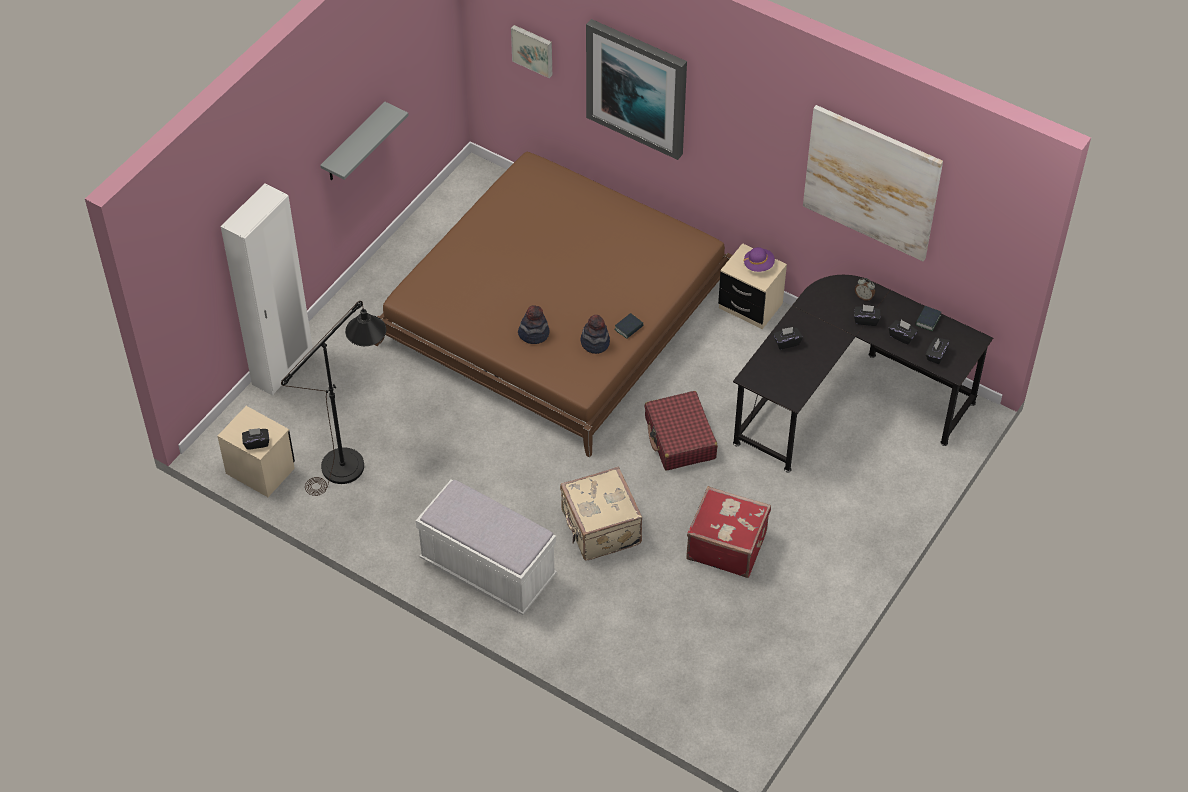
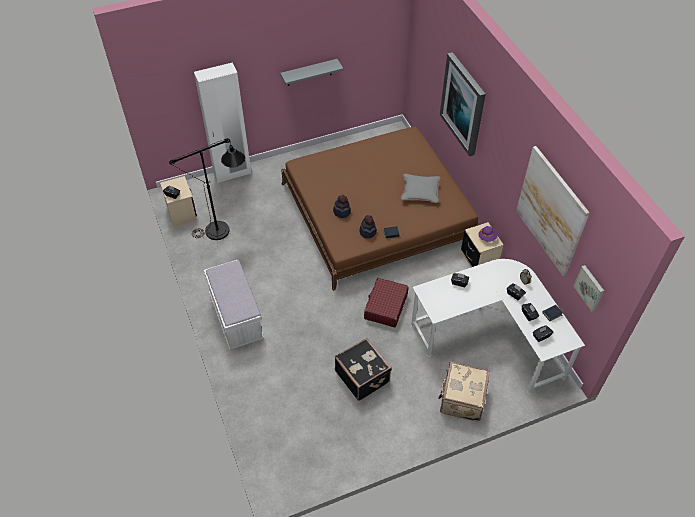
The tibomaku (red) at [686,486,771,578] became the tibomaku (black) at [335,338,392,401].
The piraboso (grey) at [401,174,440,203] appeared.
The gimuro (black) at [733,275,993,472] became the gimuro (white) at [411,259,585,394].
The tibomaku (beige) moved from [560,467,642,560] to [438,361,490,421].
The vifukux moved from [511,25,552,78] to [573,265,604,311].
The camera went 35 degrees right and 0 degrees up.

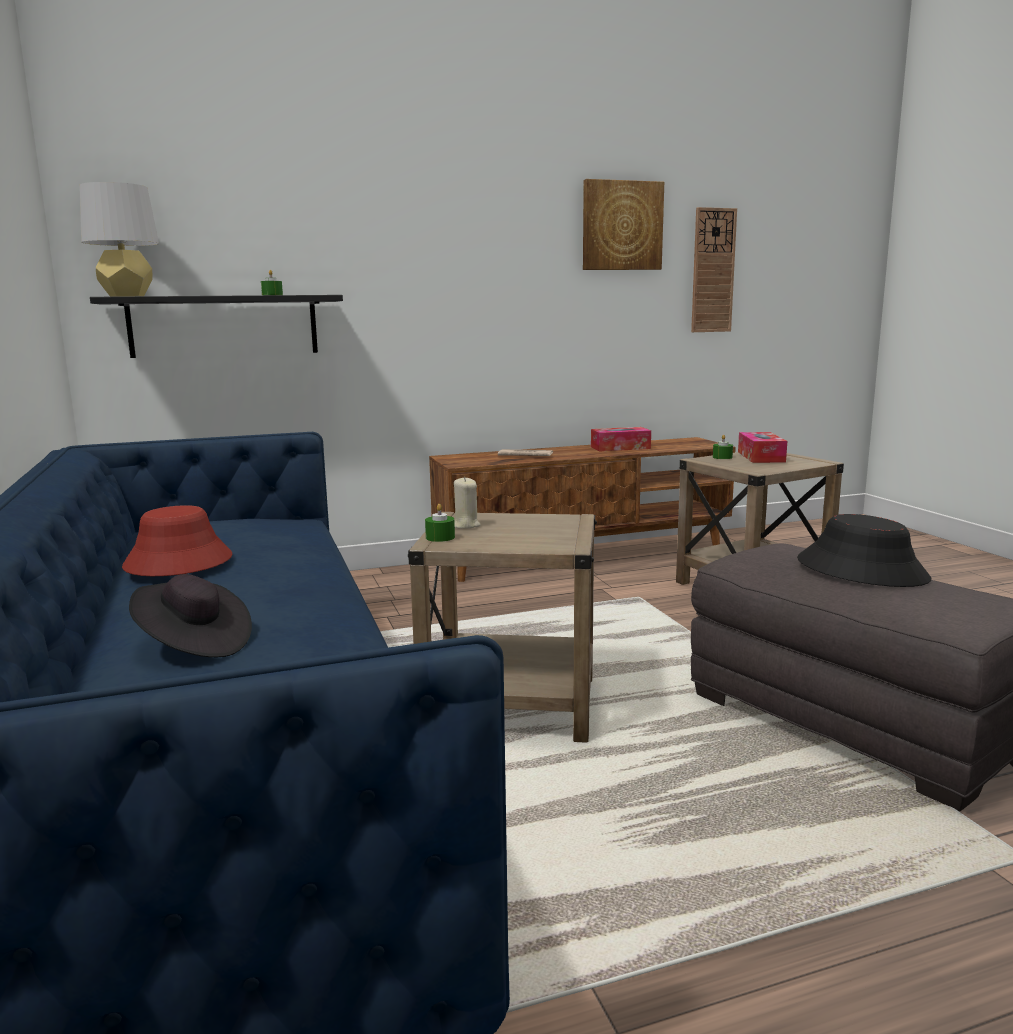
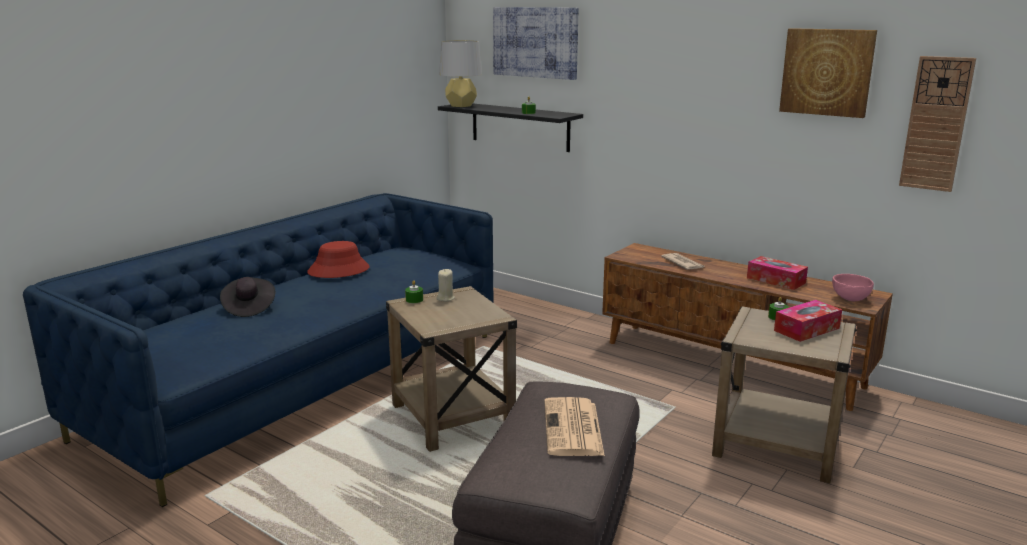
The vifukux at [493,7,579,80] appeared.
The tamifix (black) at [797,514,931,587] was replaced by the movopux at [544,397,605,456].
The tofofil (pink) at [832,274,874,301] appeared.
The camera went 55 degrees right and 5 degrees up.

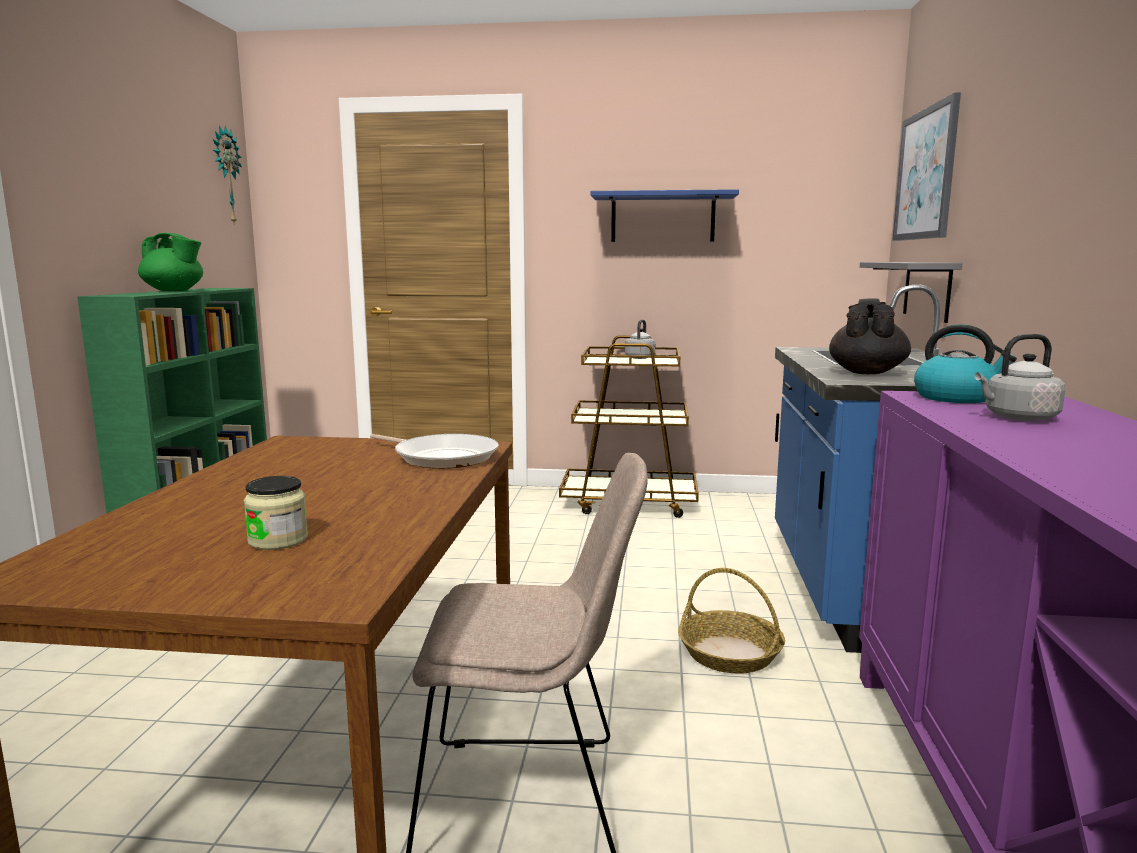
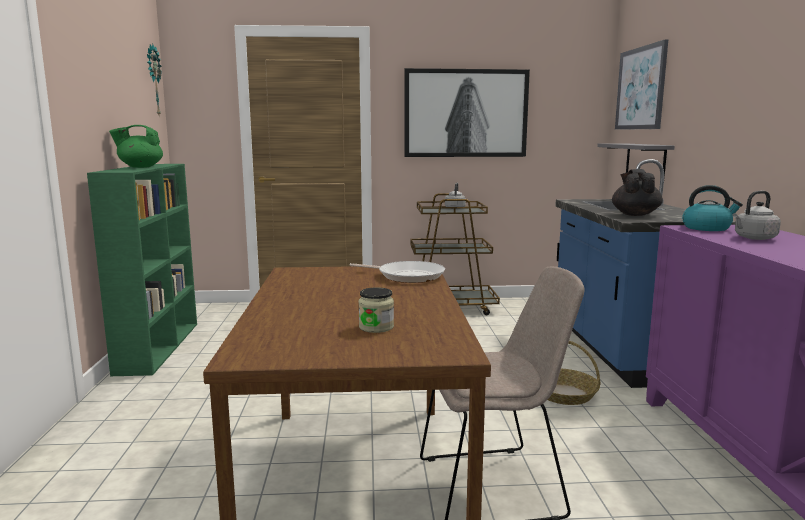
The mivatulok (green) at [138,233,203,291] turned 150 degrees clockwise.
The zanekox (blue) at [591,189,739,242] was replaced by the vifukux at [405,68,530,157].
The camera went 10 degrees left and 0 degrees up.

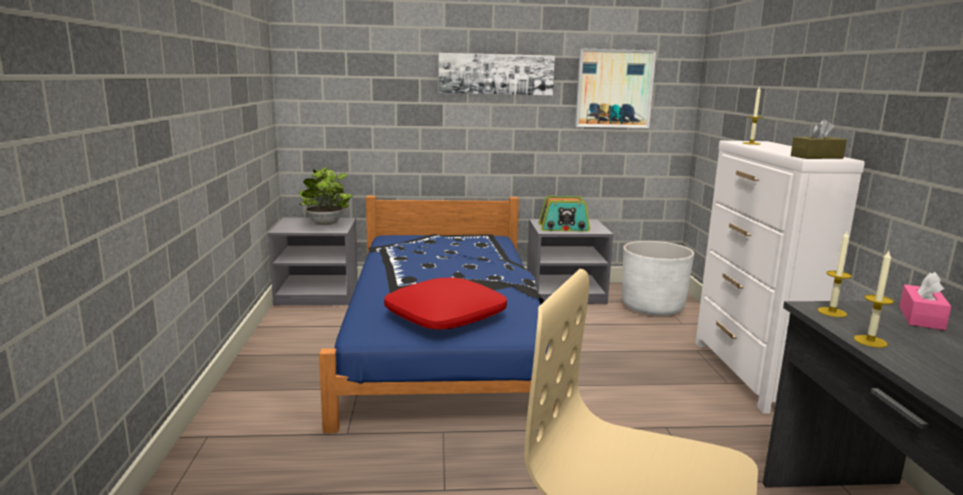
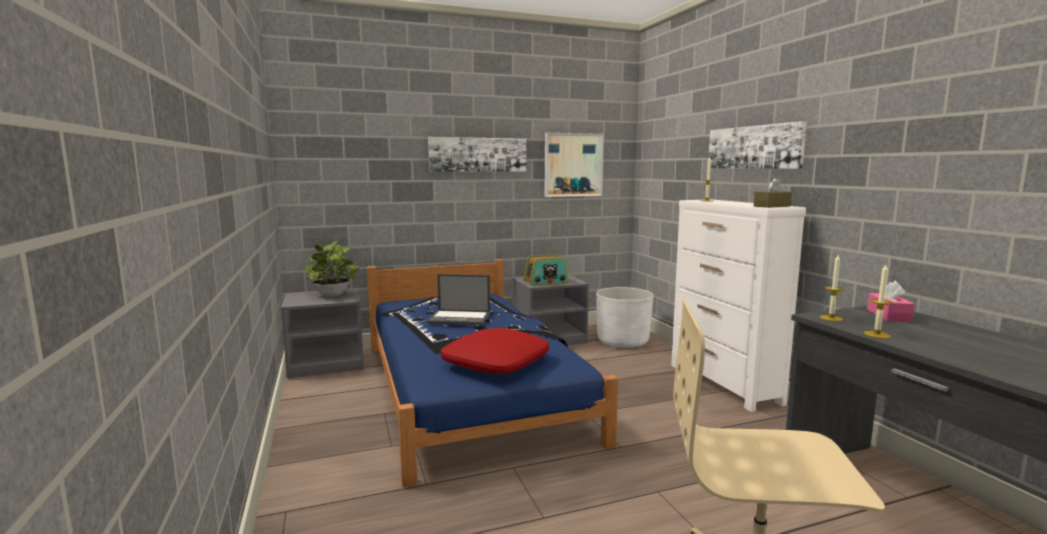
The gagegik at [427,274,490,326] appeared.
The vifukux at [708,121,807,169] appeared.
The camera went 15 degrees left and 5 degrees down.

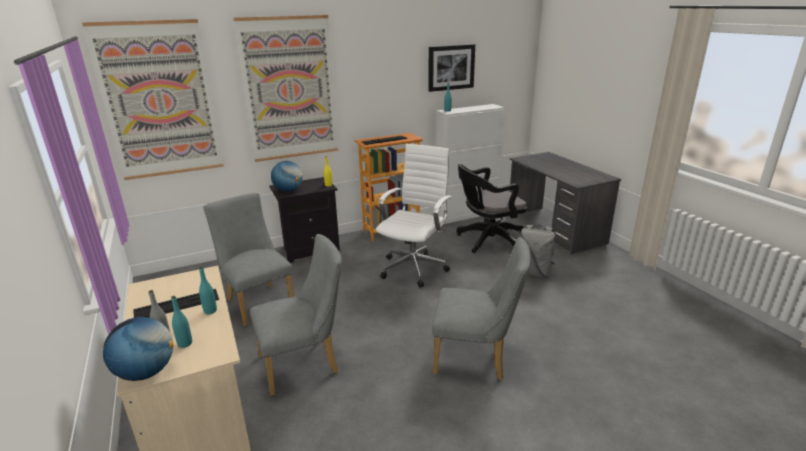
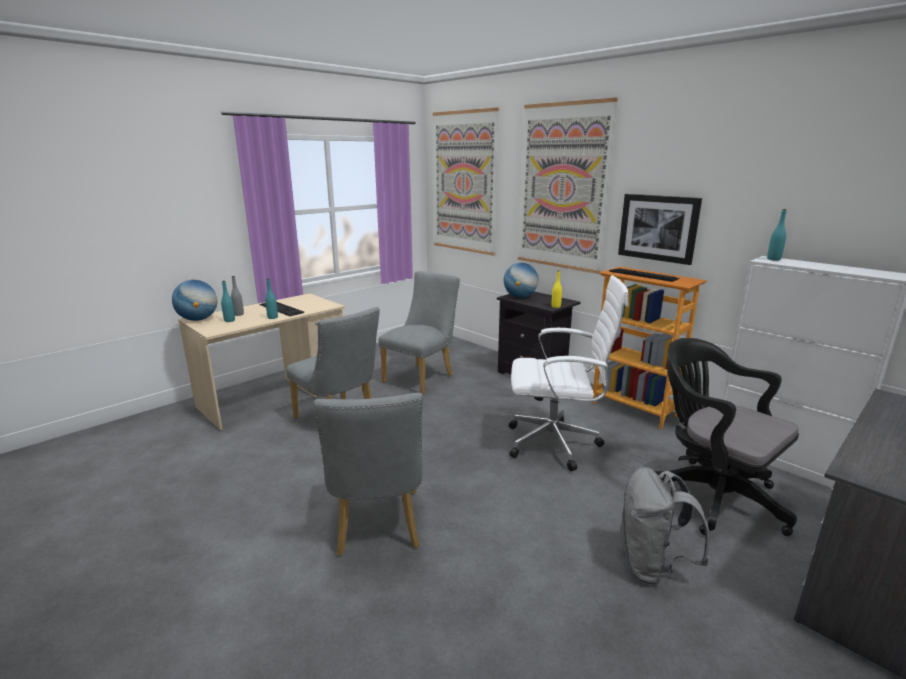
The vifukux moved from [428,44,475,92] to [618,194,702,265].
The camera went 70 degrees right and 5 degrees down.

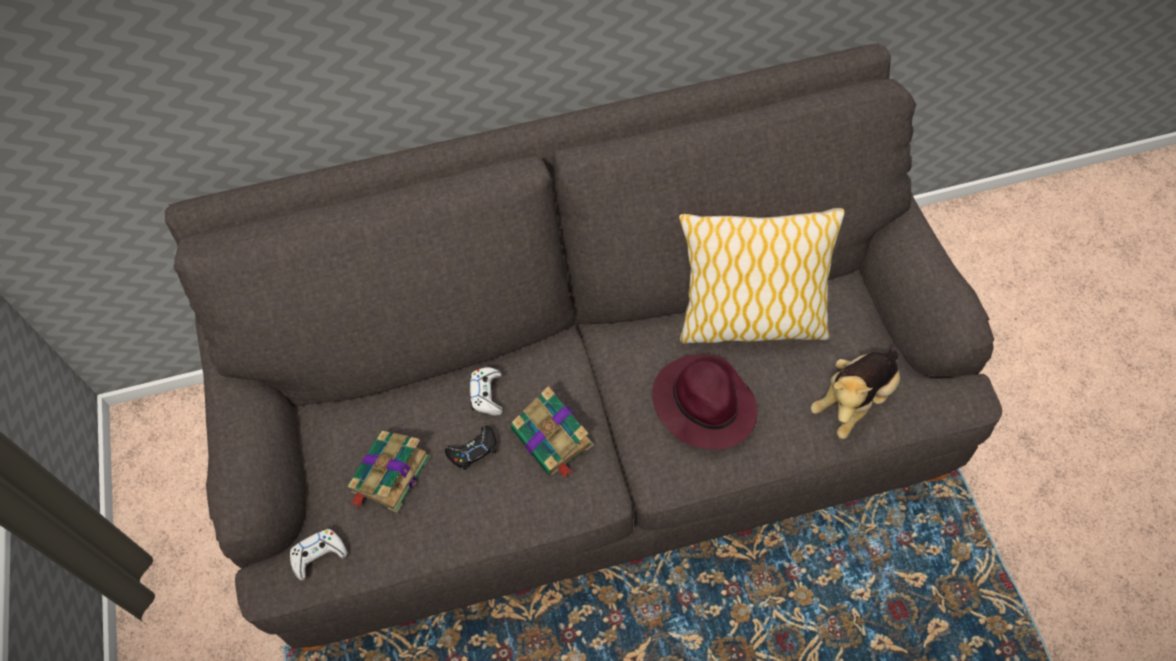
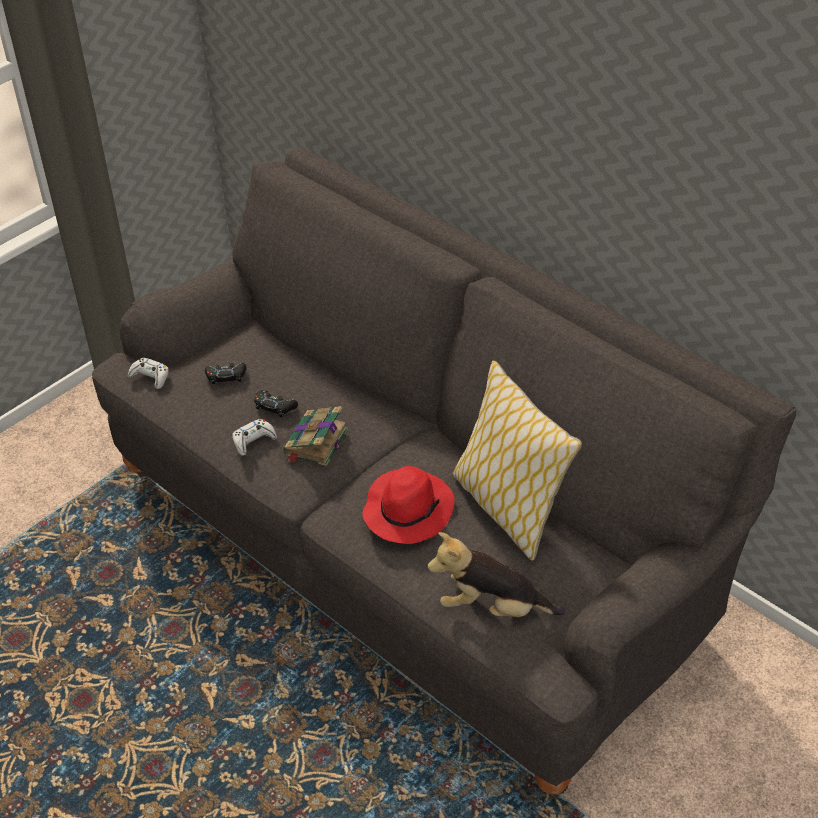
The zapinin at [347,431,430,513] was replaced by the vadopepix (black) at [205,363,247,384].
The vadopepix (white) moved from [470,367,503,416] to [232,419,277,456].
The tamifix (purple) at [652,354,757,450] became the tamifix (red) at [362,466,455,544].
The camera went 55 degrees right and 15 degrees down.

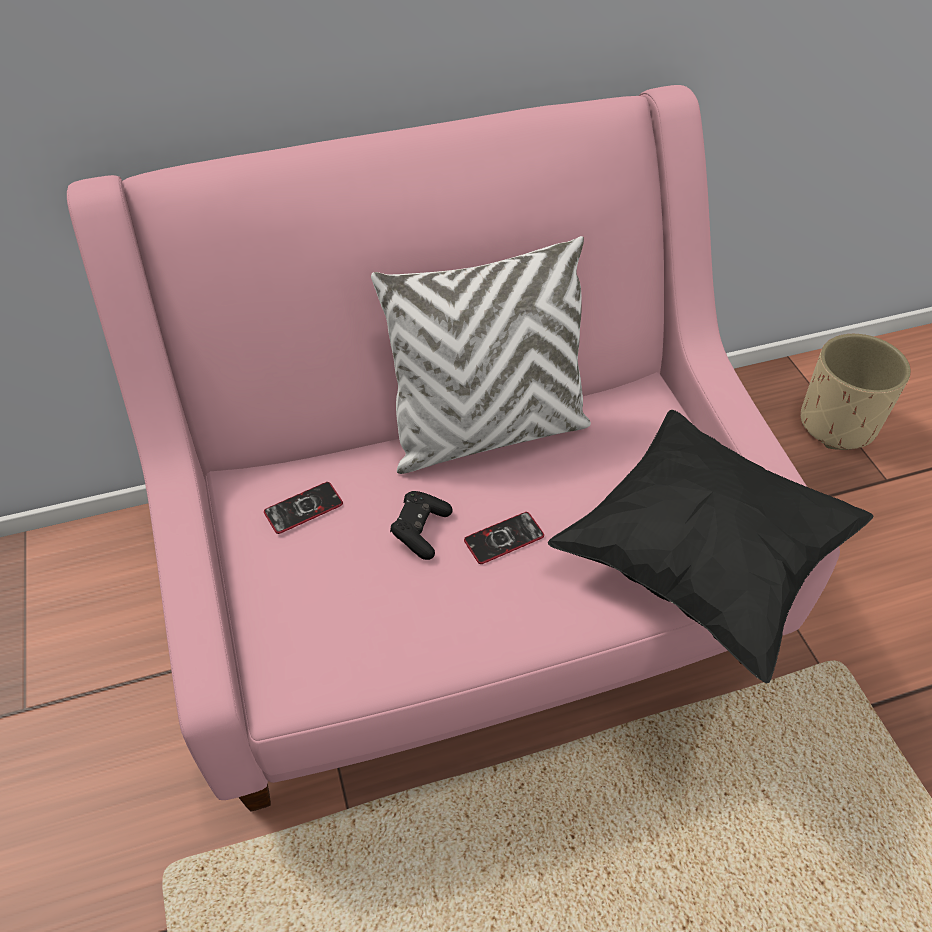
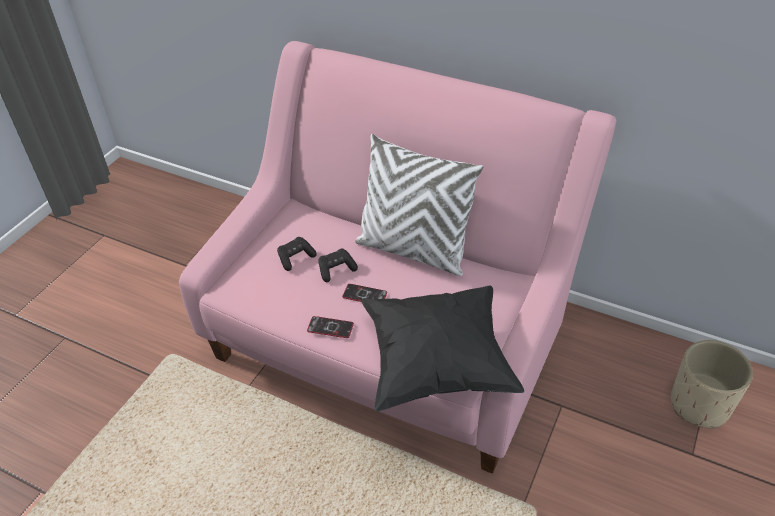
The vadopepix (black) at [277,237,317,271] appeared.
The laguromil moved from [264,482,343,534] to [307,316,354,338].
The camera went 45 degrees right and 5 degrees down.

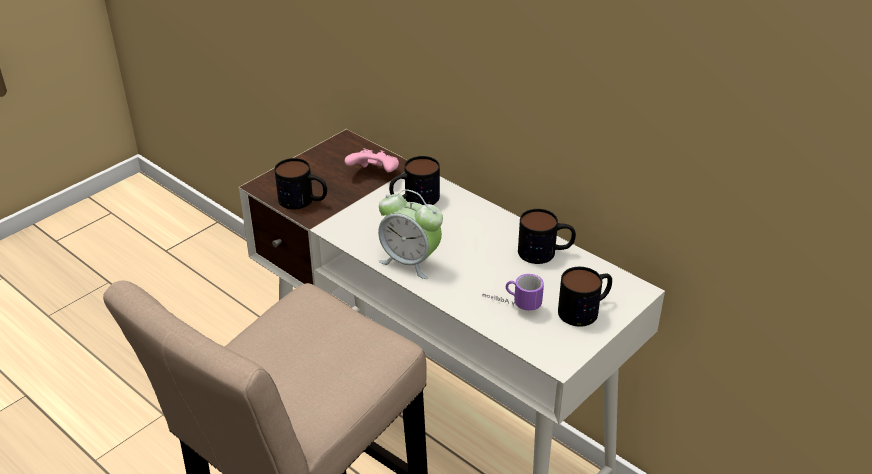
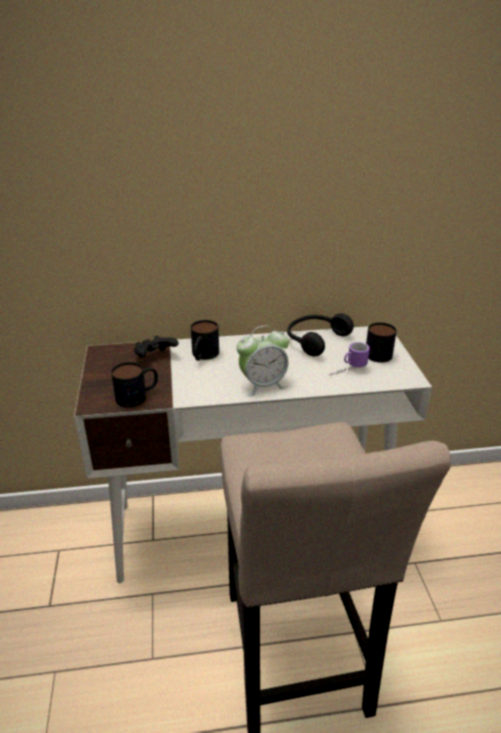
The vadopepix (pink) at [345,148,399,173] became the vadopepix (black) at [134,335,178,358].
The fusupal at [518,209,576,264] was replaced by the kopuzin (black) at [287,313,354,356].
The camera went 50 degrees left and 5 degrees down.

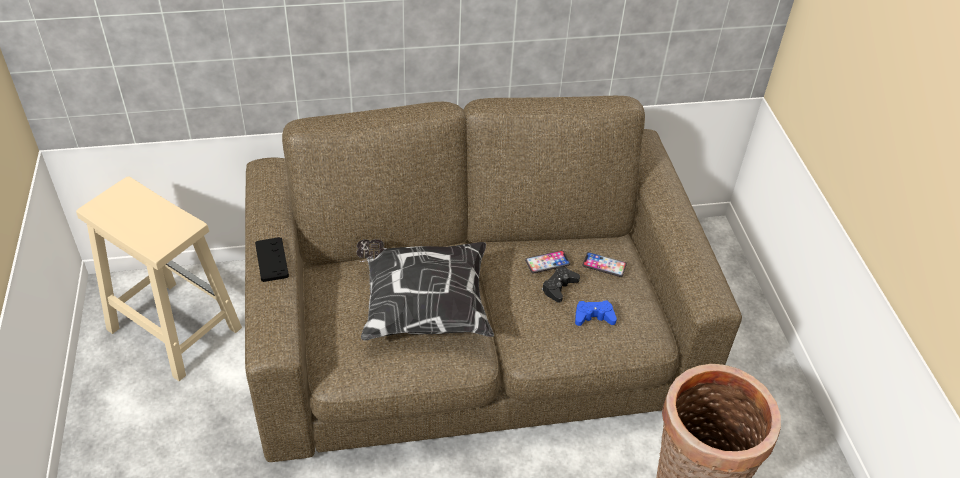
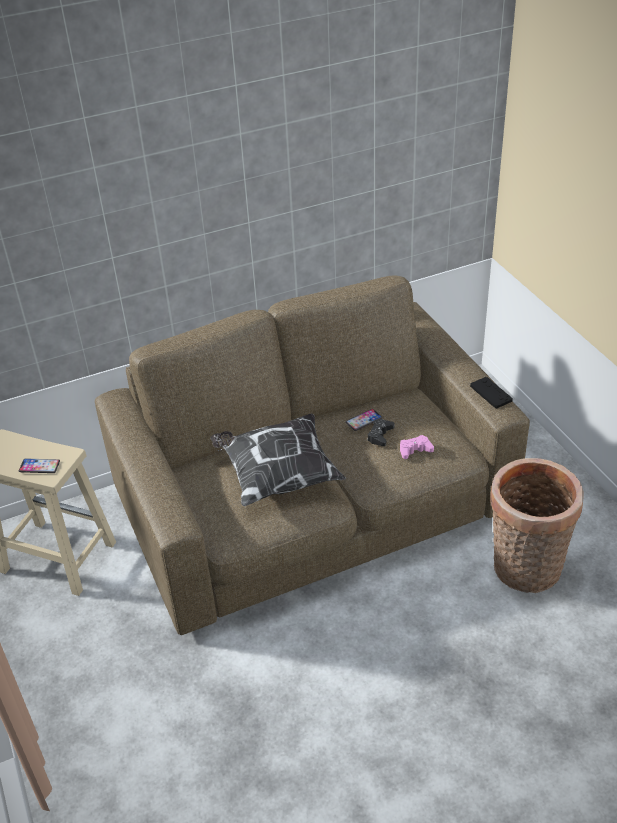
The laguromil moved from [582,252,627,277] to [19,459,60,473].
The vadopepix (blue) at [575,301,617,326] became the vadopepix (pink) at [400,435,434,459].
The vadopepix (black) moved from [255,237,289,282] to [470,377,513,408].
The camera went 10 degrees left and 5 degrees down.

